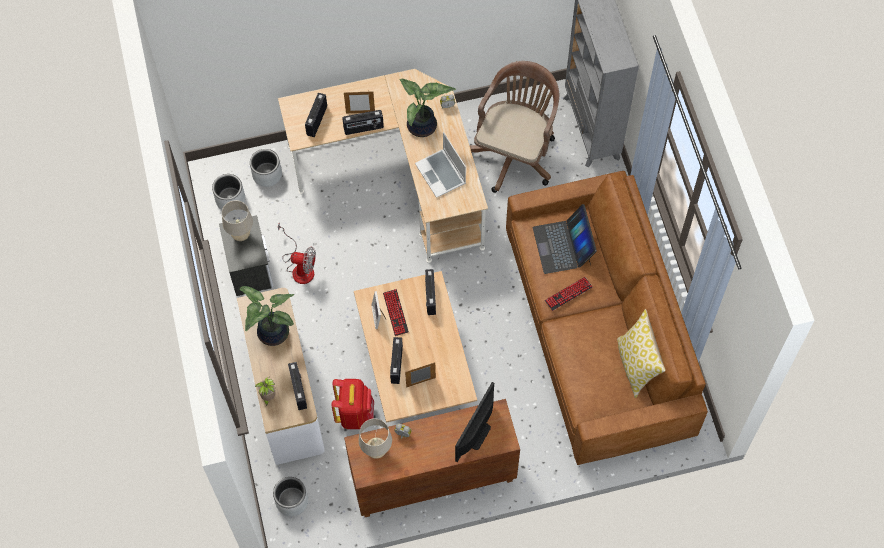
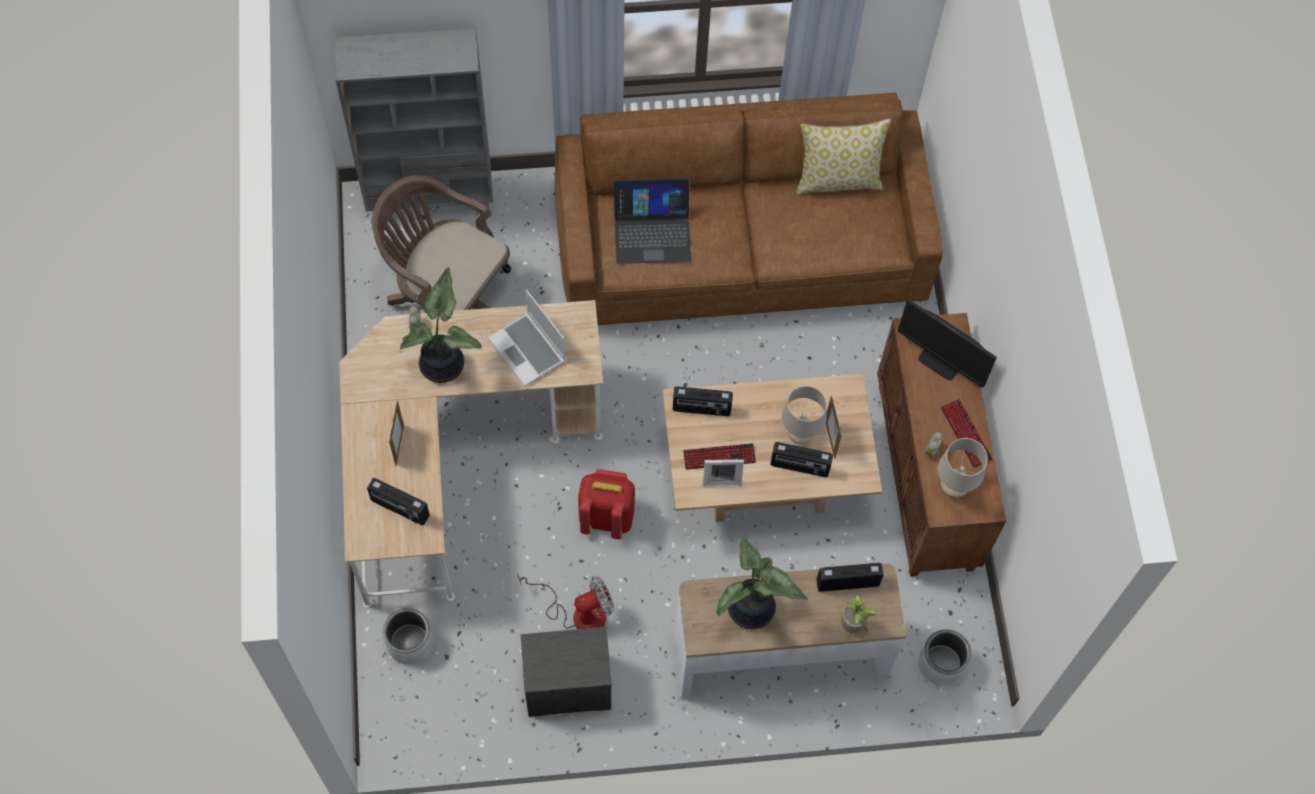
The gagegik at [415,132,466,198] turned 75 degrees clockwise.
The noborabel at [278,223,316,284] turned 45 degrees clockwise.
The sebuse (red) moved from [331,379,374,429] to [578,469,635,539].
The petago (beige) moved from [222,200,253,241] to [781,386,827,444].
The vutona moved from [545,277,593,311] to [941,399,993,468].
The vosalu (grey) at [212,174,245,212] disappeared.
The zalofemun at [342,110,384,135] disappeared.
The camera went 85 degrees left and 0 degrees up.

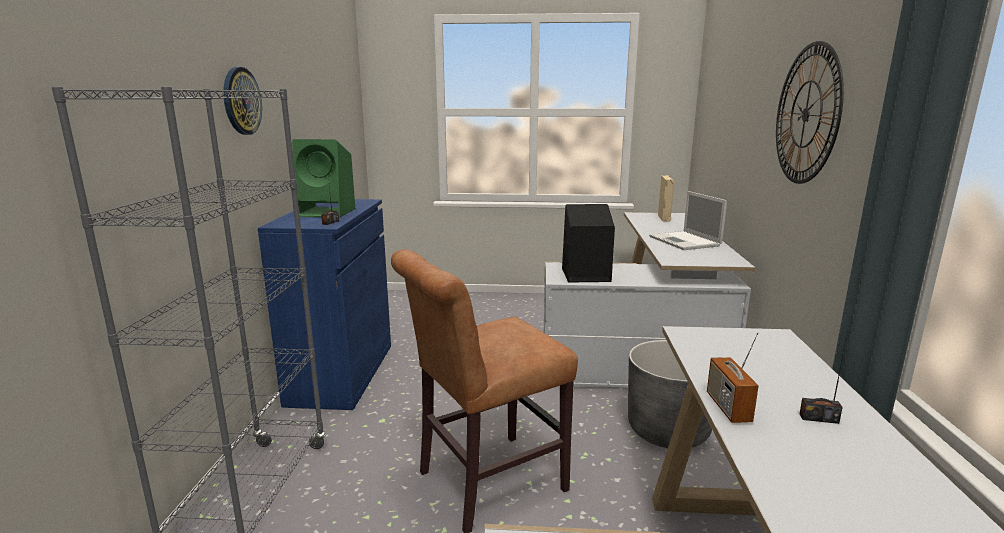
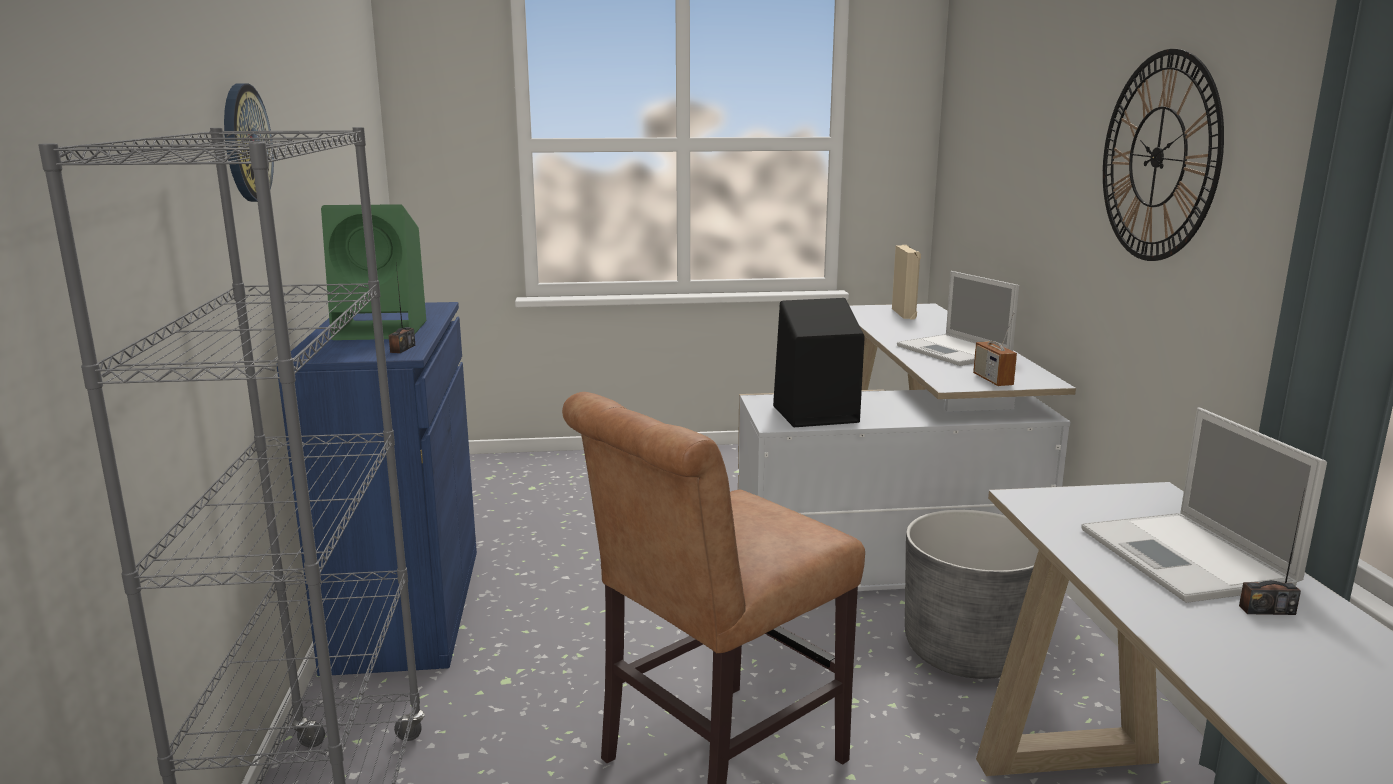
The zalofemun moved from [707,332,759,423] to [973,312,1017,386].
The gagegik at [1081,407,1327,603] appeared.
The camera went 10 degrees left and 0 degrees up.

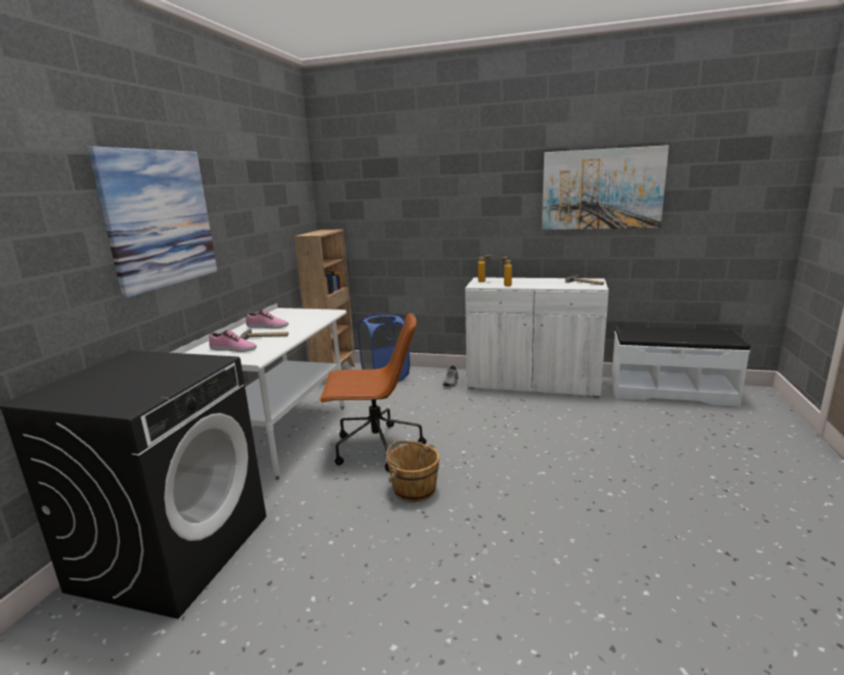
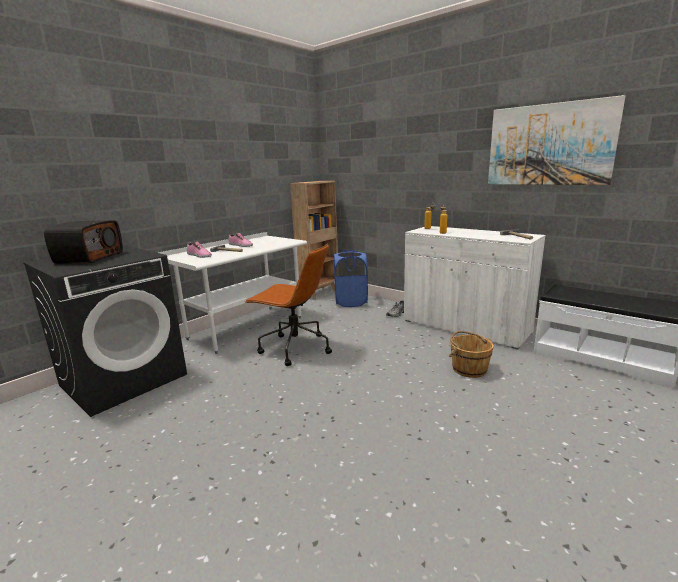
The zalofemun at [44,220,123,264] appeared.
The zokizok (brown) moved from [386,440,439,502] to [449,331,494,378].
The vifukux at [87,146,217,298] disappeared.
The camera went 25 degrees right and 0 degrees up.

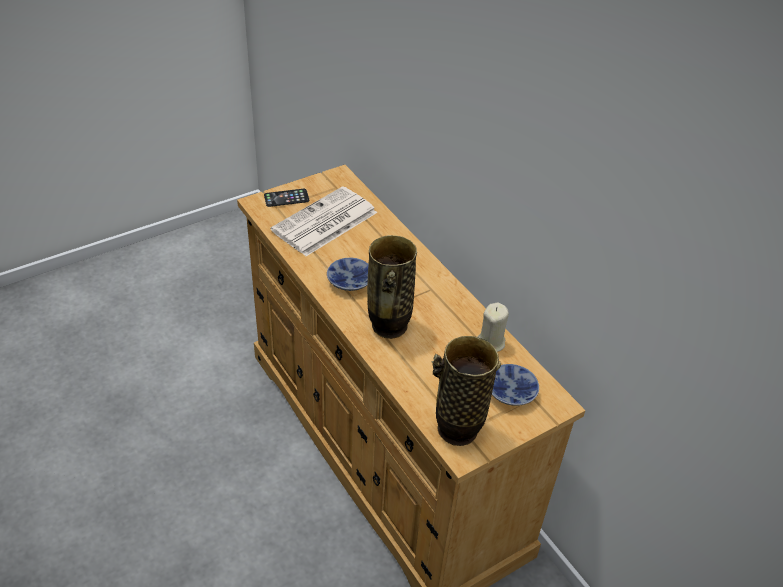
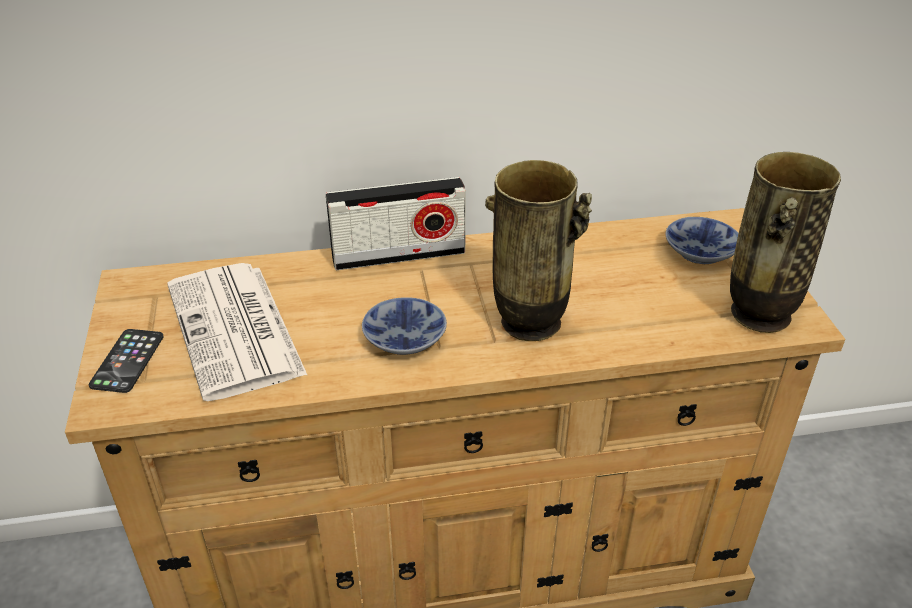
The zalofemun at [326,177,466,270] appeared.
The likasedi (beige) at [477,302,509,352] disappeared.
The camera went 65 degrees left and 5 degrees down.

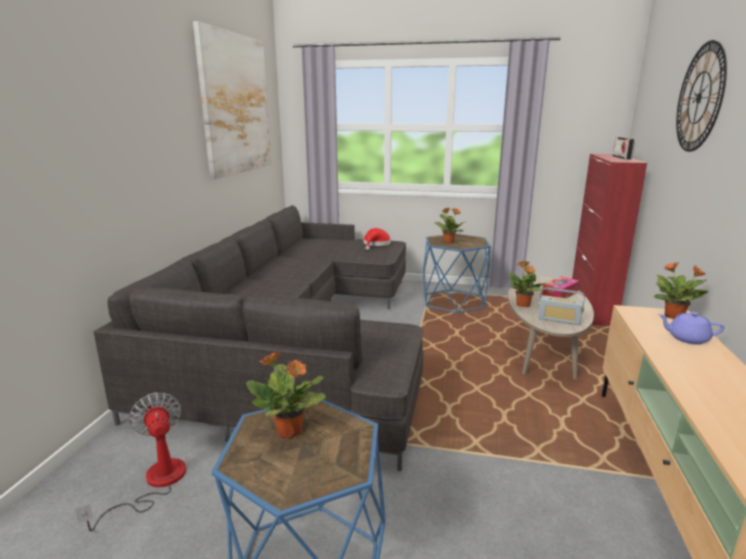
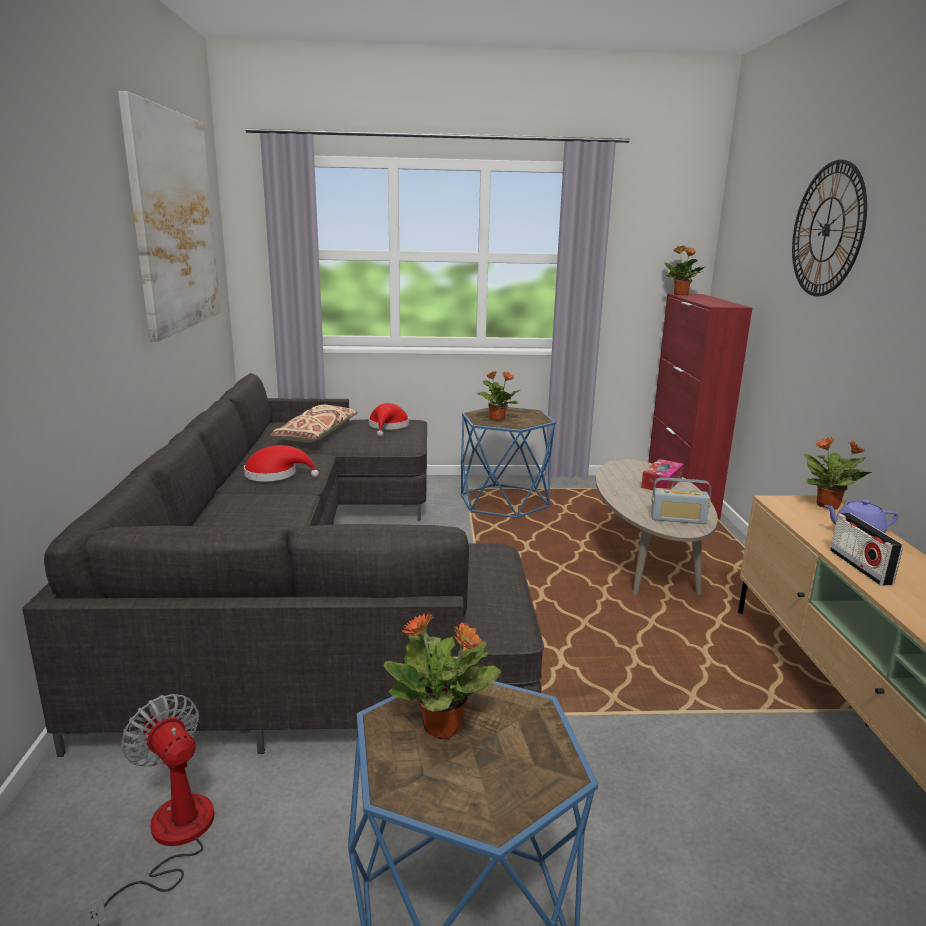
The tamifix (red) at [244,445,319,481] appeared.
The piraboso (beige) at [271,405,358,443] appeared.
The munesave moved from [509,261,546,307] to [664,246,707,295].
The zalofemun moved from [612,137,635,160] to [830,513,903,586].
The camera went 15 degrees left and 0 degrees up.

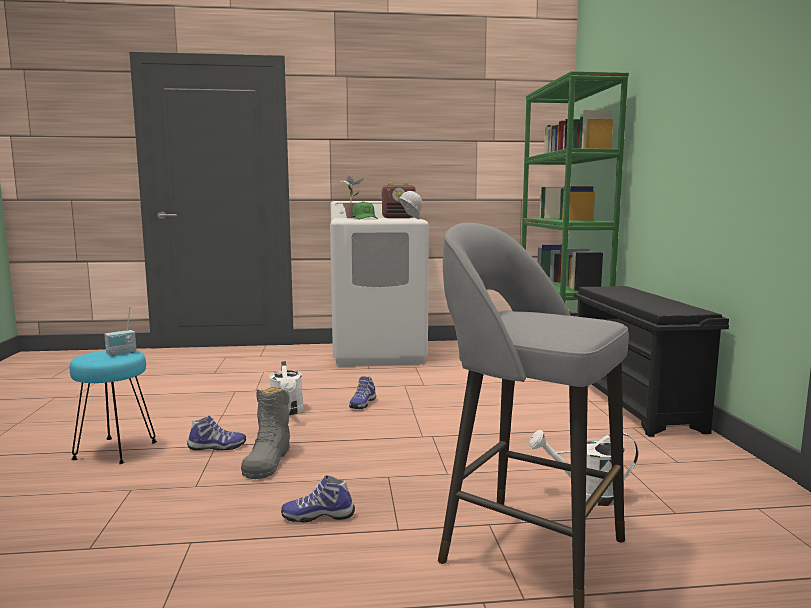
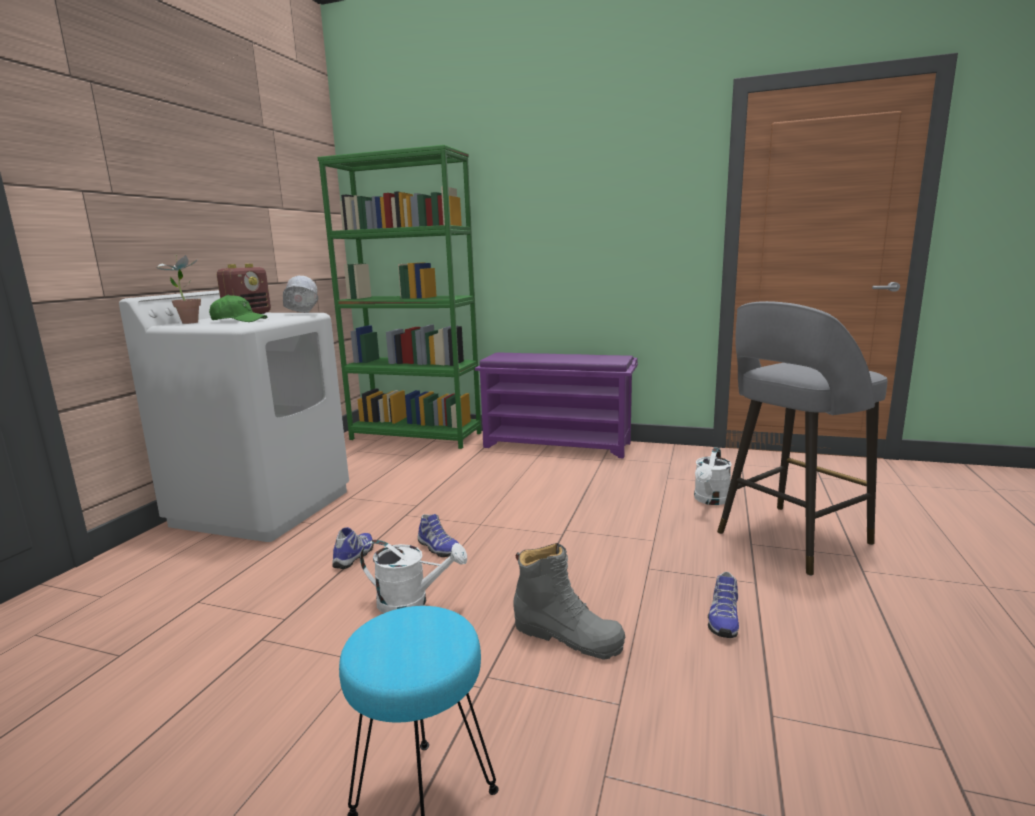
The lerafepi moved from [187,415,246,451] to [332,527,373,569].
The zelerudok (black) at [574,286,729,437] became the zelerudok (purple) at [475,352,638,458].
The zalofemun at [104,307,137,356] disappeared.
The camera went 65 degrees left and 5 degrees up.

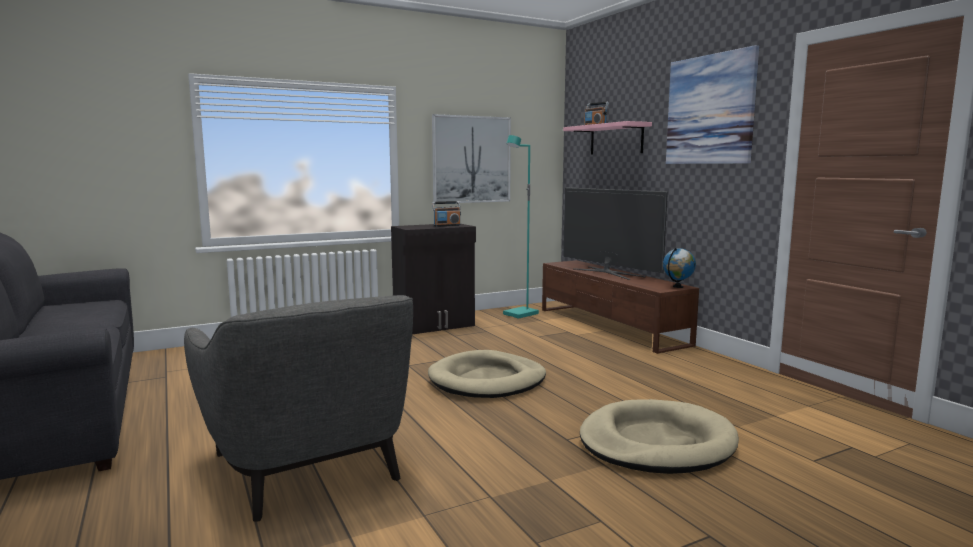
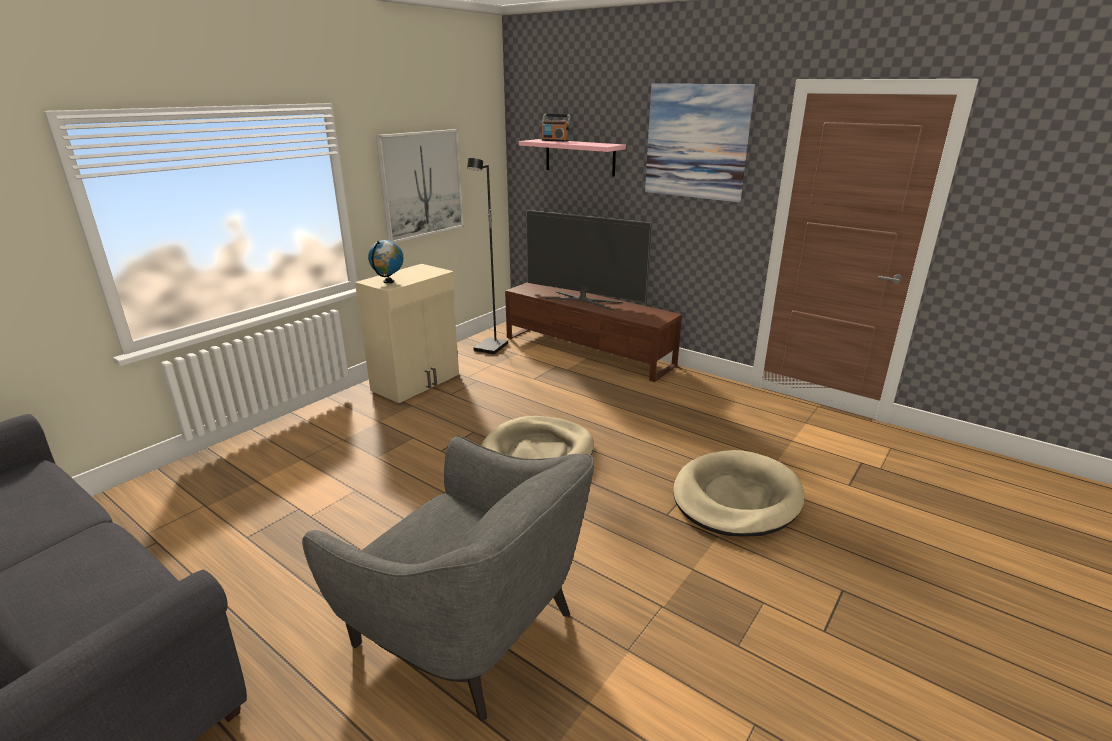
The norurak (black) at [391,224,476,334] became the norurak (beige) at [355,264,459,403].
The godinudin moved from [663,248,696,288] to [368,240,404,283].
The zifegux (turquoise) at [503,135,539,319] became the zifegux (black) at [467,158,508,355].
The zalofemun at [432,201,461,227] disappeared.
The camera went 25 degrees left and 15 degrees up.

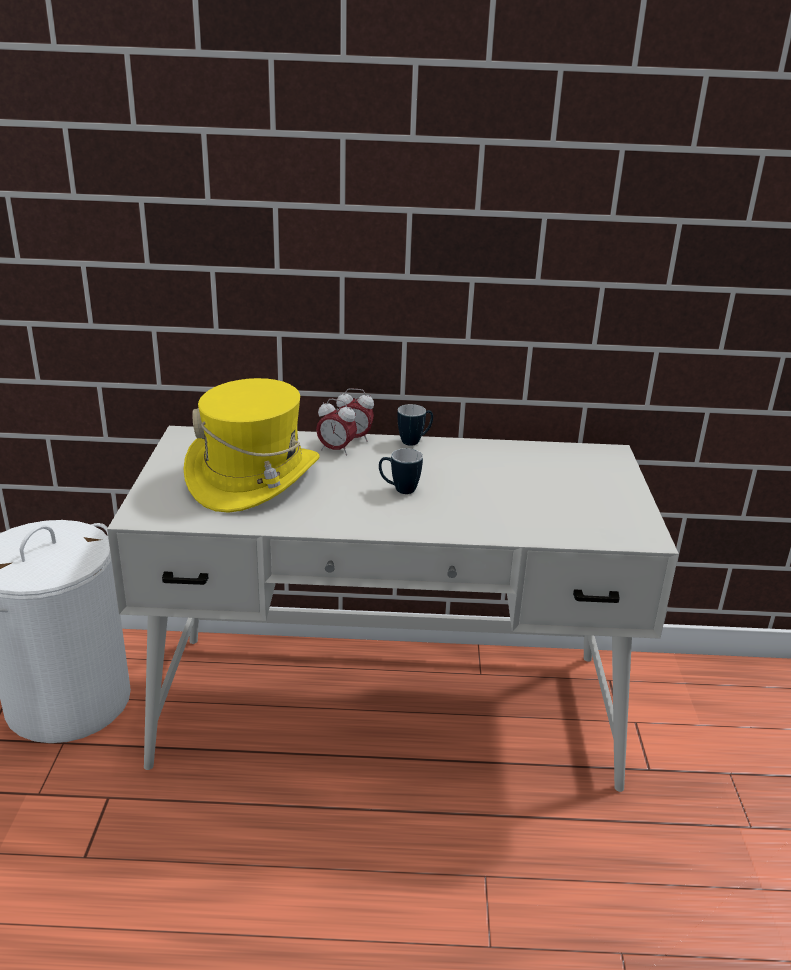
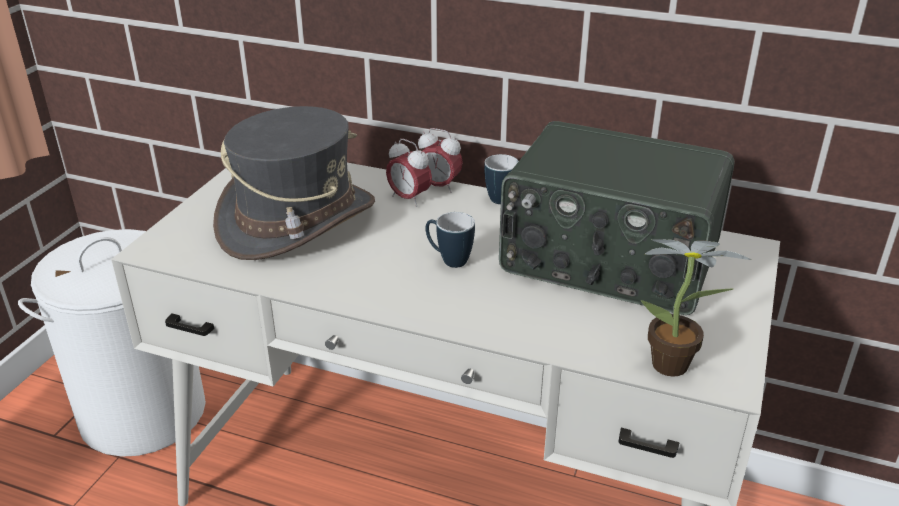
The tamifix (yellow) at [183,378,320,513] became the tamifix (grey) at [213,106,375,260].
The zalofemun at [499,121,734,315] appeared.
The munesave at [641,239,752,376] appeared.
The camera went 20 degrees right and 5 degrees up.

